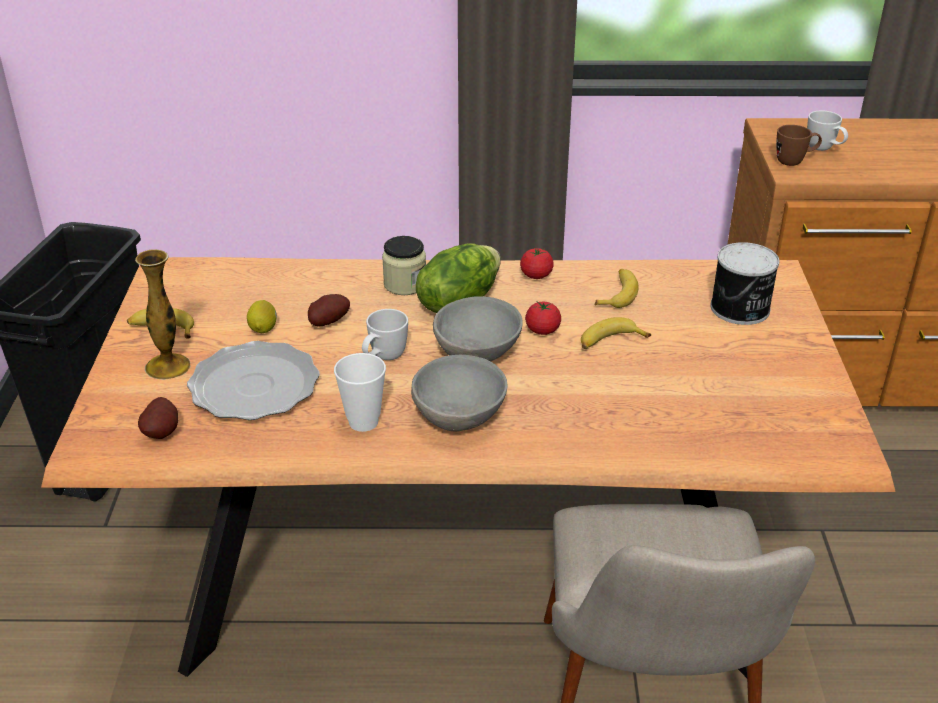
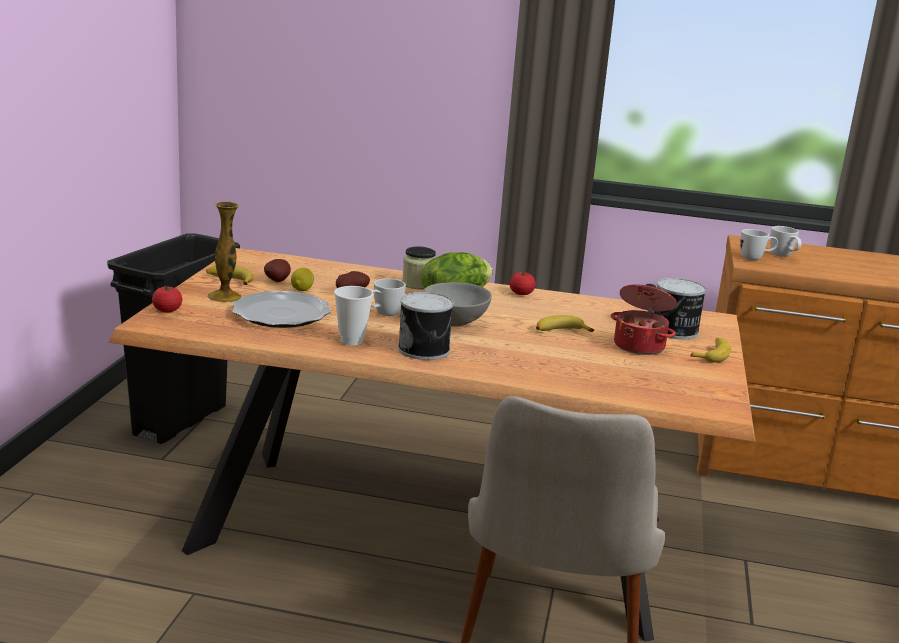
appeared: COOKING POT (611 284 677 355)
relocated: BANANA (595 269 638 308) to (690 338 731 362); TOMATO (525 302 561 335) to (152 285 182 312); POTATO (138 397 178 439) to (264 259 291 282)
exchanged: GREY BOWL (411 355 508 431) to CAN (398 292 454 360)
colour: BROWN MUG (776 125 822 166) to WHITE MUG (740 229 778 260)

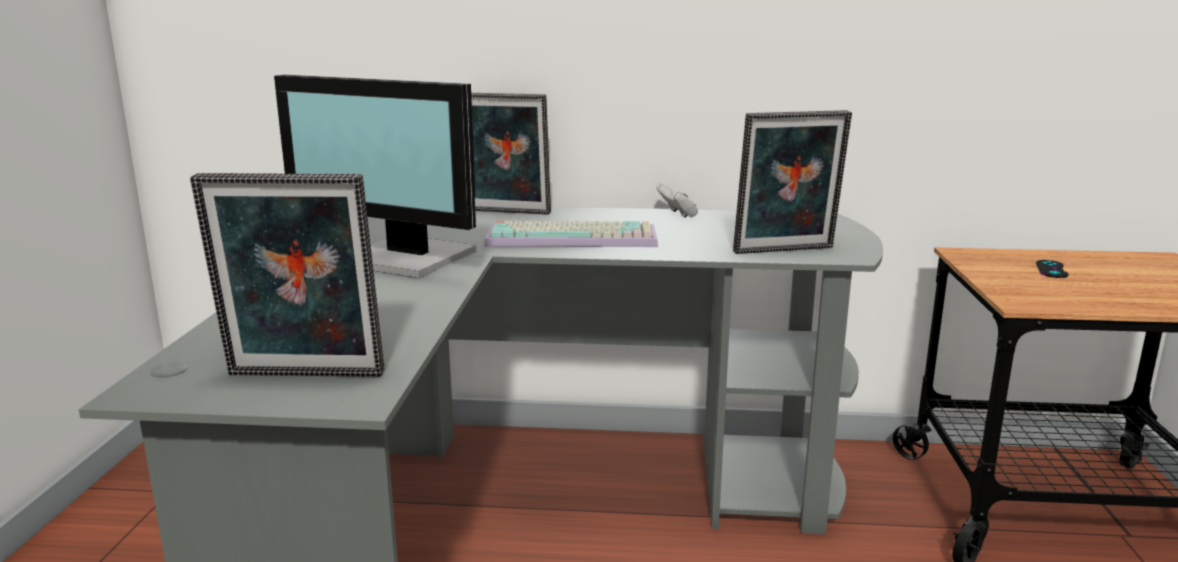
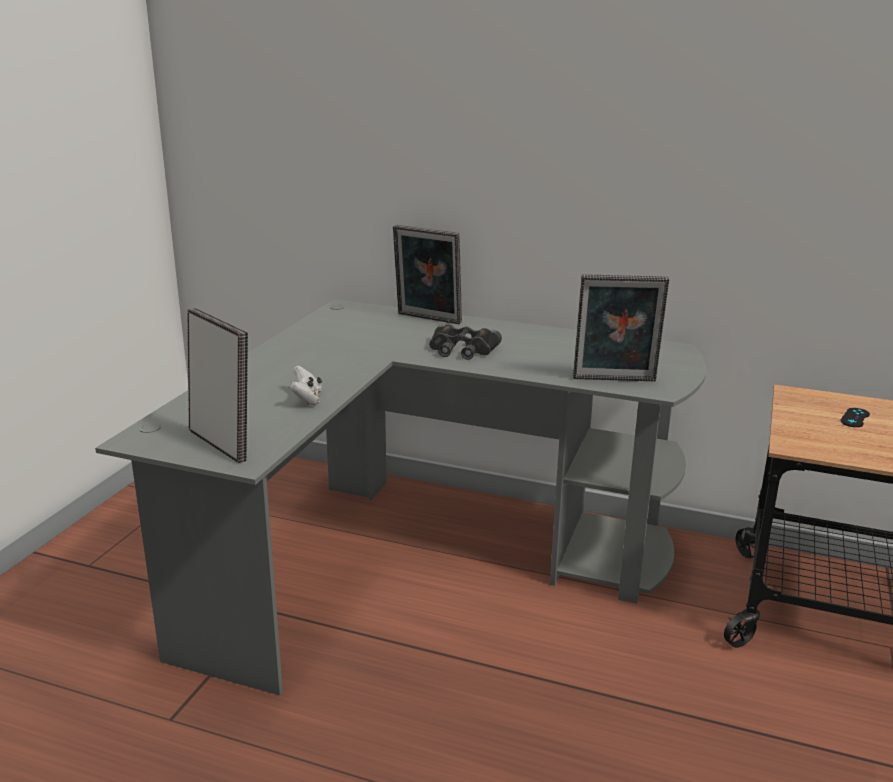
missing: MONITOR (274 75 476 278)
relocated: WHITE GAME CONTROLLER (656 183 698 218) to (289 365 322 405)
exchanged: KEYBOARD (484 221 658 247) to BLACK BINOCULARS (429 324 502 360)
spun: PICTURE FRAME (190 173 384 377) = (187 308 248 463) 150 degrees counterclockwise

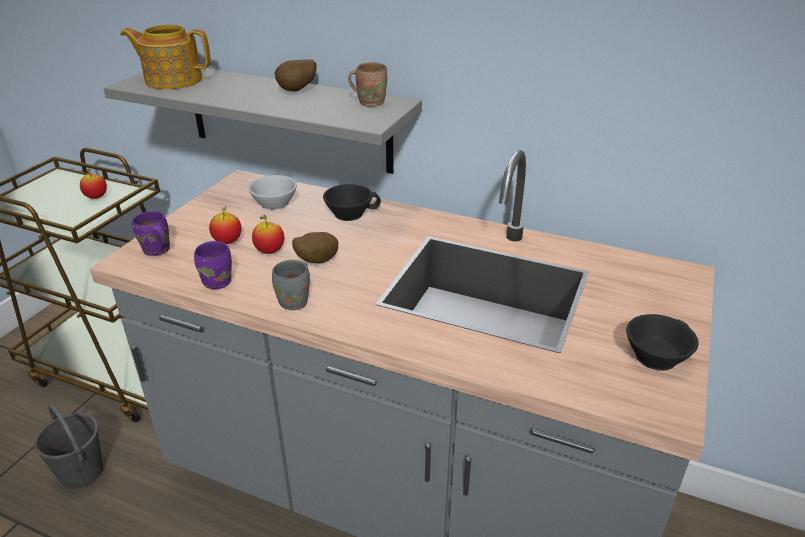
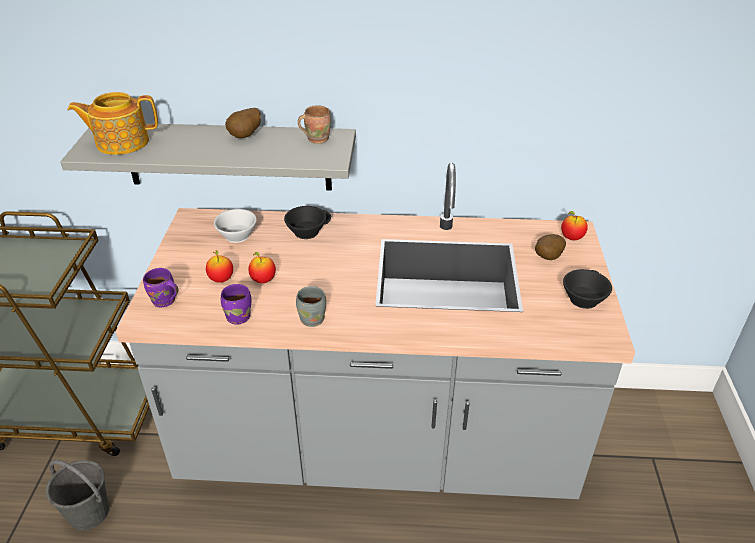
relocated: APPLE (80 169 107 199) to (561 211 588 240); POTATO (292 232 338 263) to (535 234 566 260)

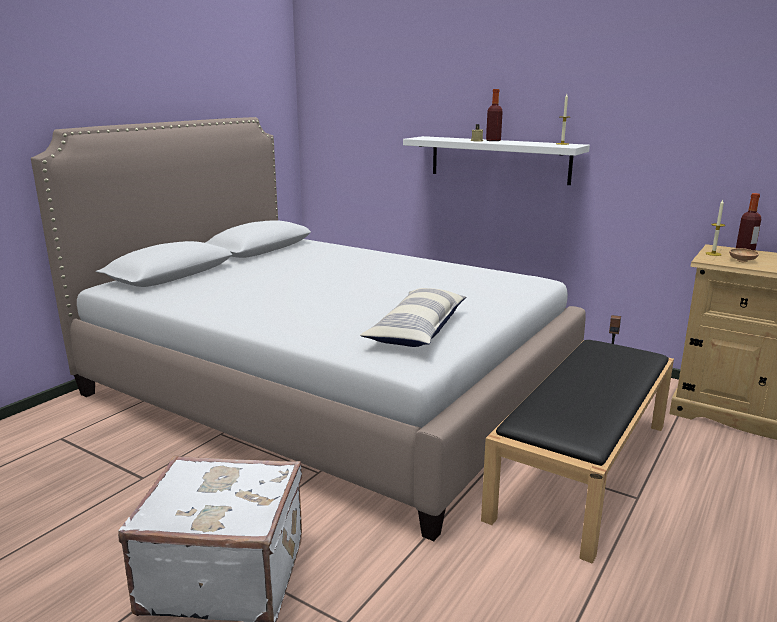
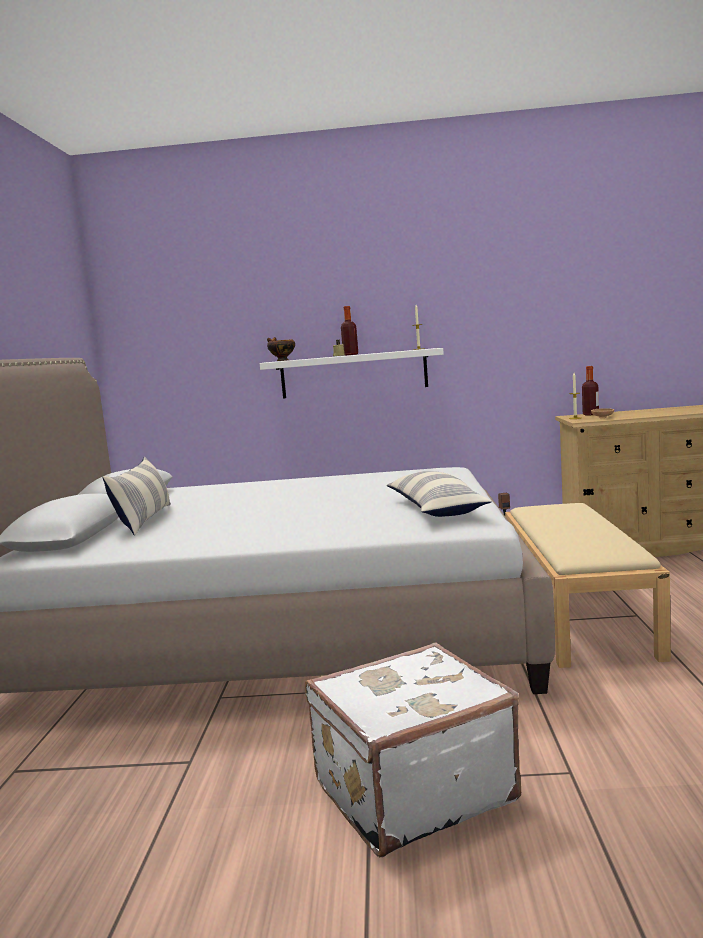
appeared: BOWL (267 337 295 361); PILLOW (102 457 171 536)
colour: BLACK BENCH (481 340 674 564) to BEIGE BENCH (505 503 671 668)

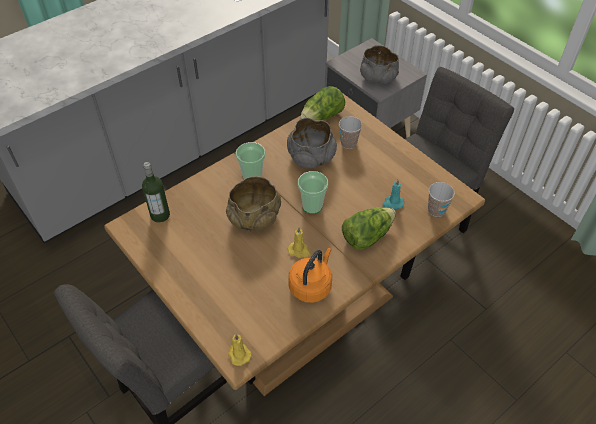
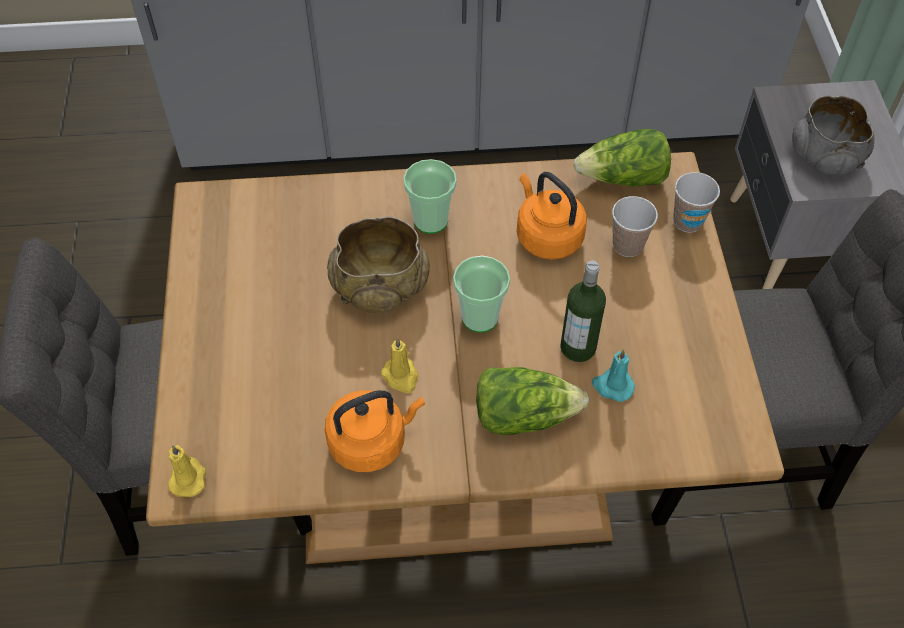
relocated: BOTTLE (142 162 170 223) to (561 260 606 362); CUP (428 182 455 217) to (673 172 720 233)
exchanged: GREY BOWL (287 118 337 168) to ORANGE KETTLE (517 172 587 259)

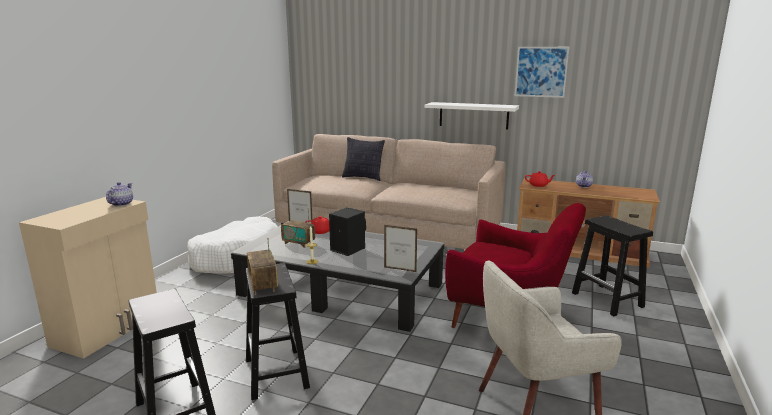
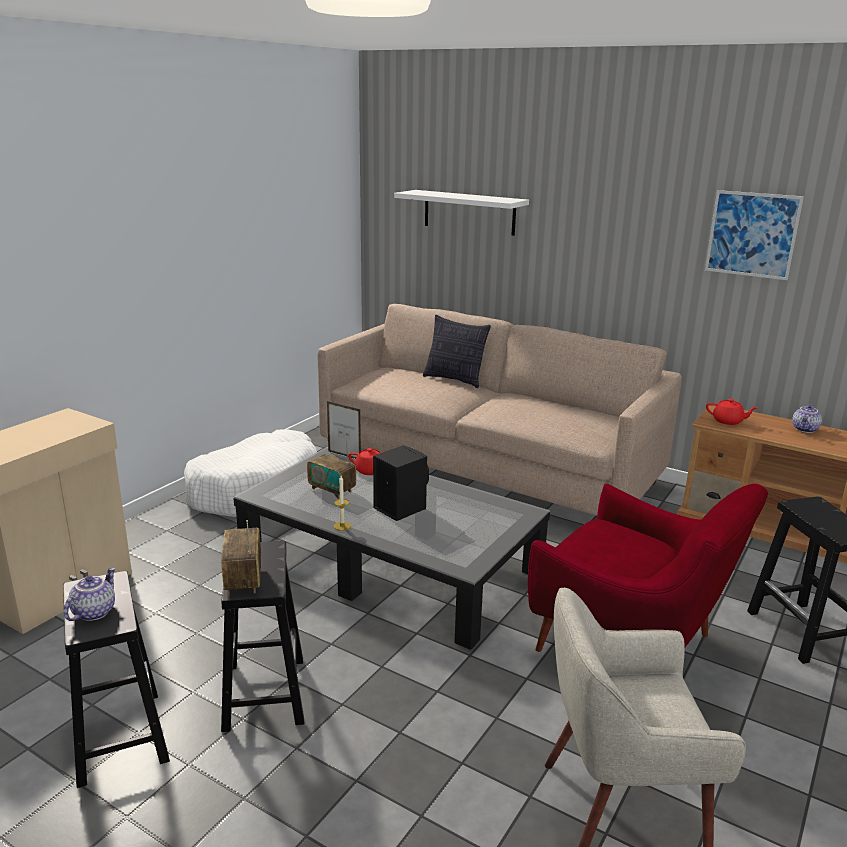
missing: PICTURE FRAME (384 225 417 272)
relocated: WHITE SHELF (424 102 519 130) to (394 190 529 236); TEAPOT (106 182 133 206) to (64 568 116 621)

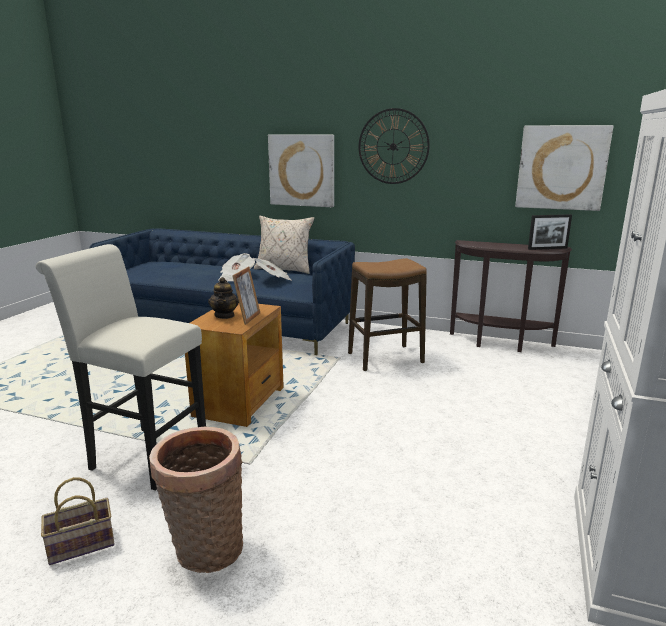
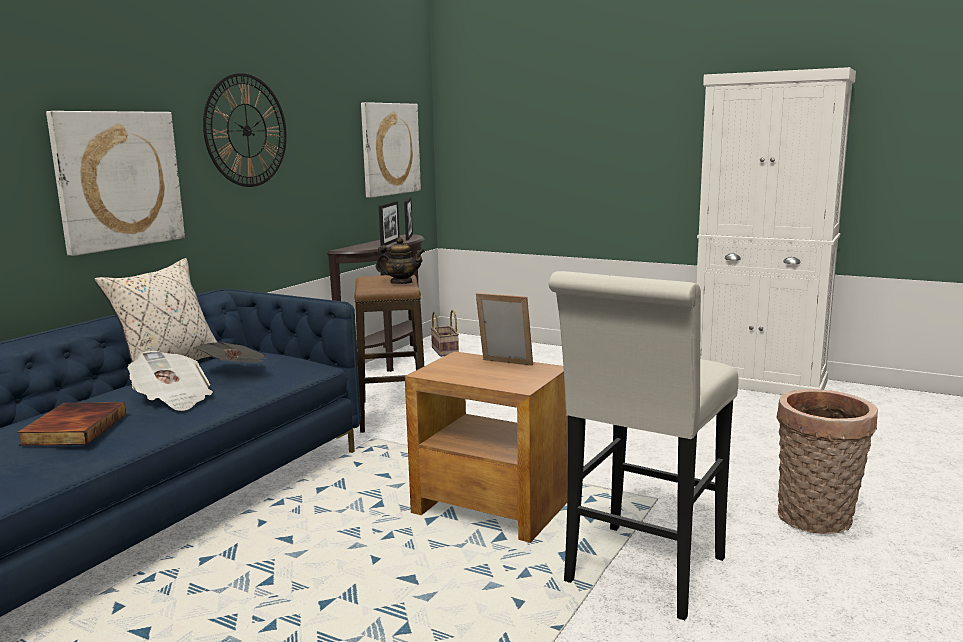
appeared: PICTURE FRAME (379 201 400 246); BOOK (17 402 126 446)
relocated: TEAPOT (208 277 239 319) to (375 237 425 284); BASKET (41 477 115 565) to (431 310 459 357)

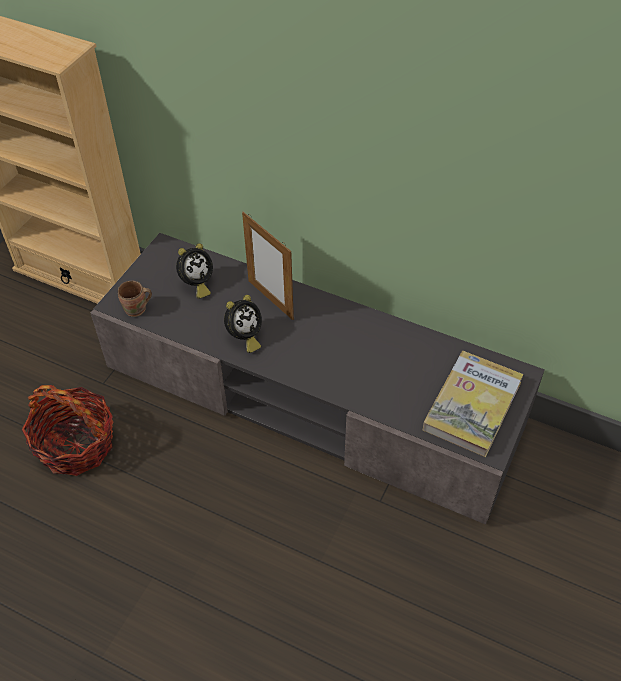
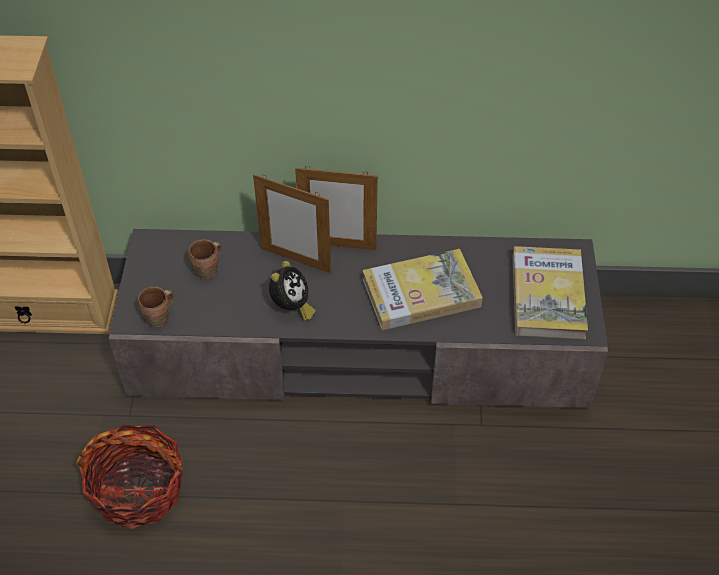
appeared: PICTURE FRAME (295 166 378 250); BOOK (362 249 483 330)
exchanged: ALARM CLOCK (176 243 213 299) to BROWN MUG (188 239 222 279)

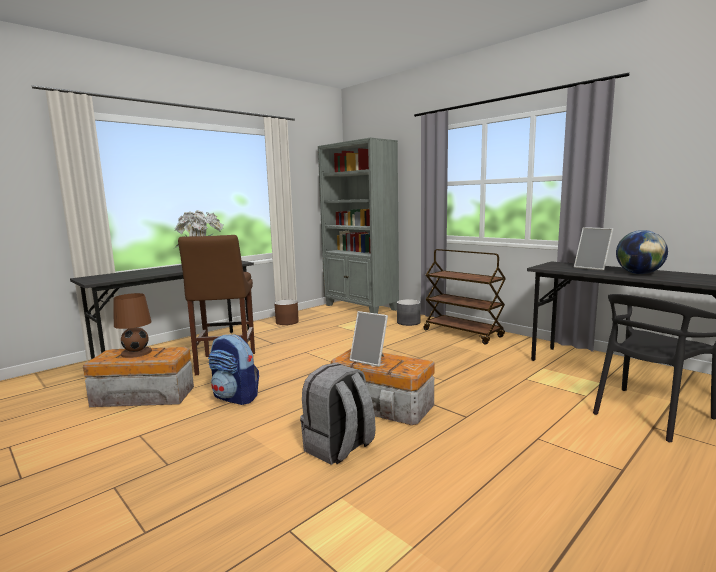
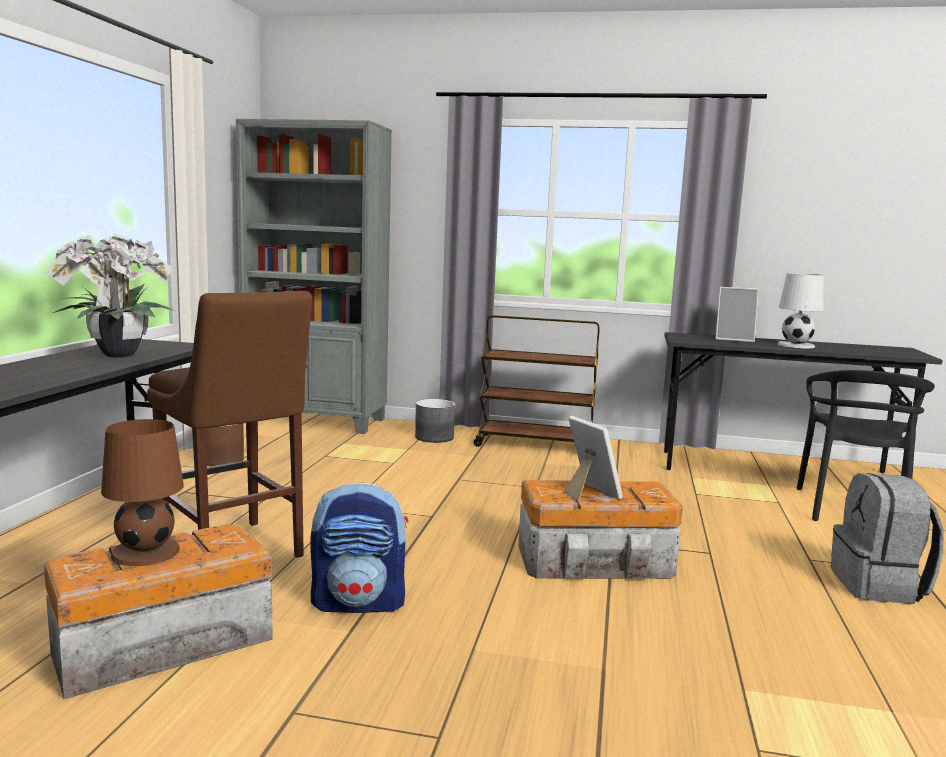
relocated: GREY BACKPACK (300 363 376 465) to (831 473 944 604)
exchanged: GLOBE (616 230 668 274) to WHITE TABLE LAMP (778 273 824 348)
spun: PICTURE FRAME (349 311 388 367) = (563 416 623 501) 120 degrees counterclockwise

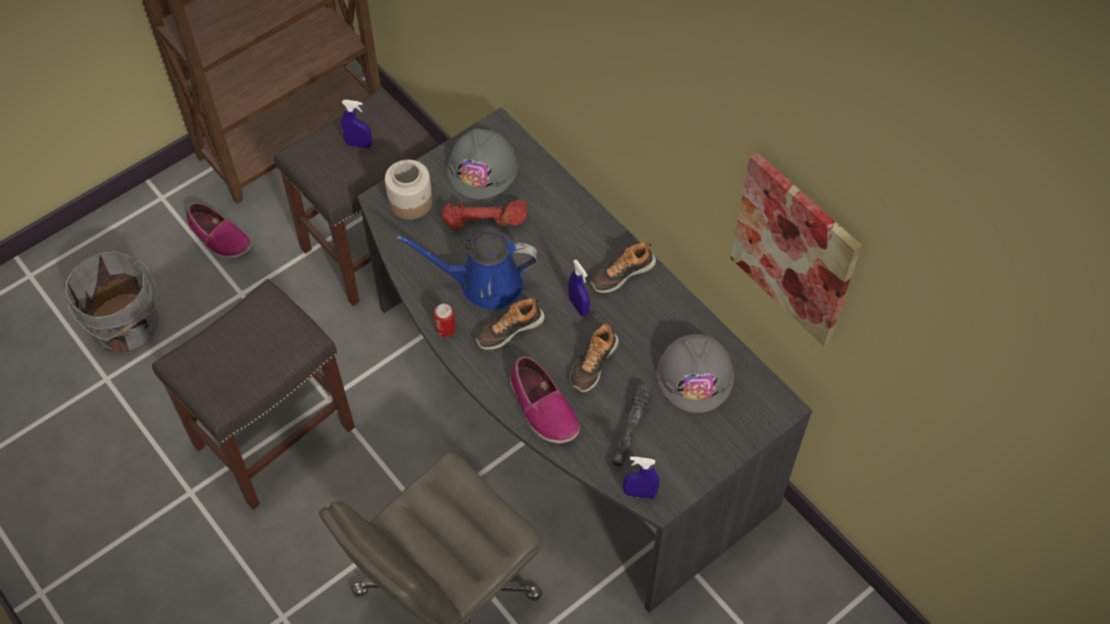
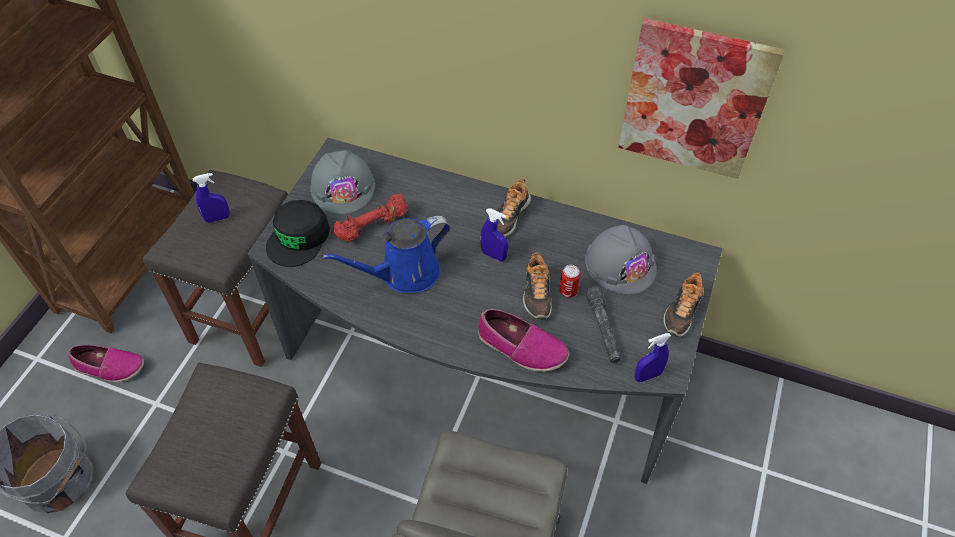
relocated: SHOE (475 298 545 350) to (663 272 704 336); CAN (434 304 456 337) to (559 265 581 297)
exchanged: JAR (385 160 433 220) to BLACK CAP (266 200 330 267)

